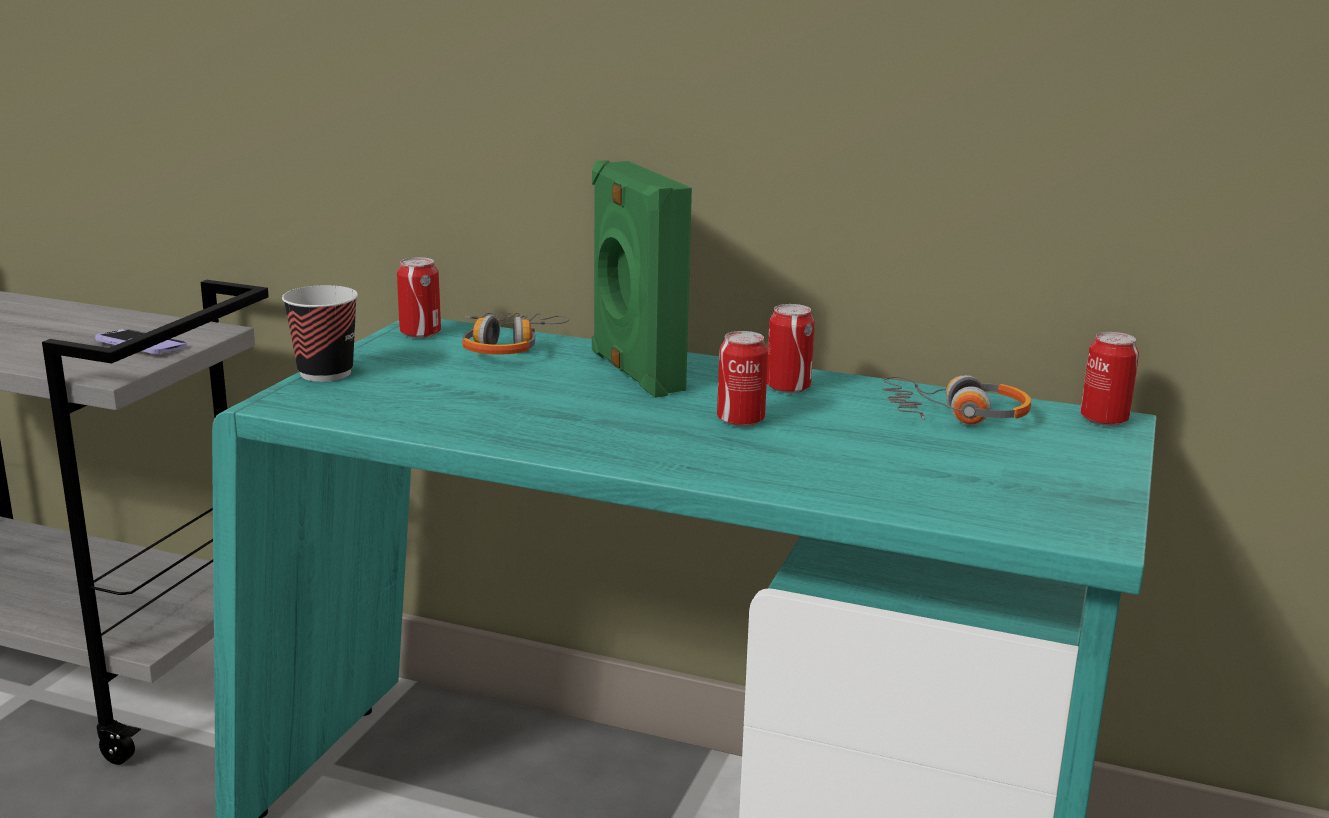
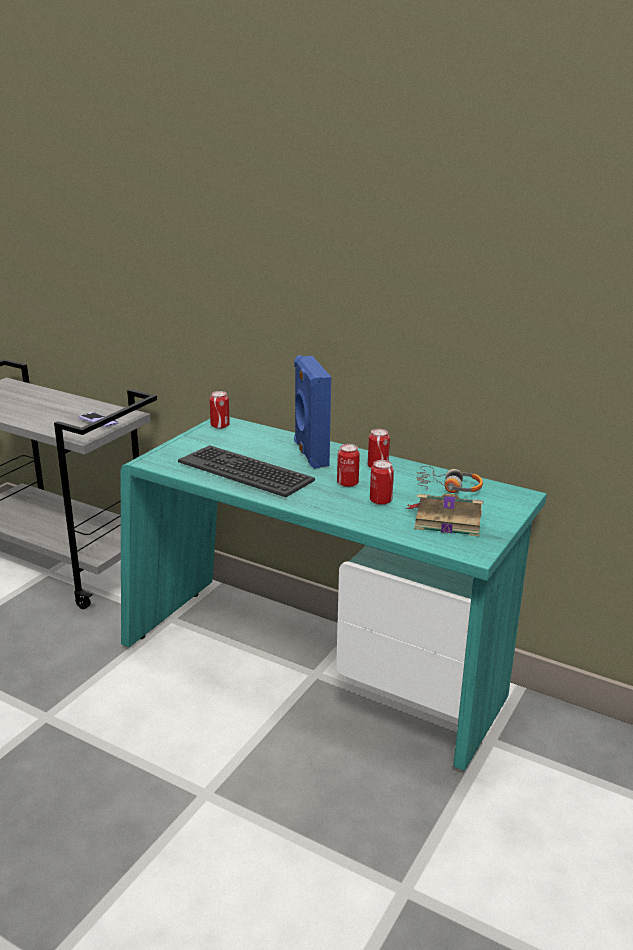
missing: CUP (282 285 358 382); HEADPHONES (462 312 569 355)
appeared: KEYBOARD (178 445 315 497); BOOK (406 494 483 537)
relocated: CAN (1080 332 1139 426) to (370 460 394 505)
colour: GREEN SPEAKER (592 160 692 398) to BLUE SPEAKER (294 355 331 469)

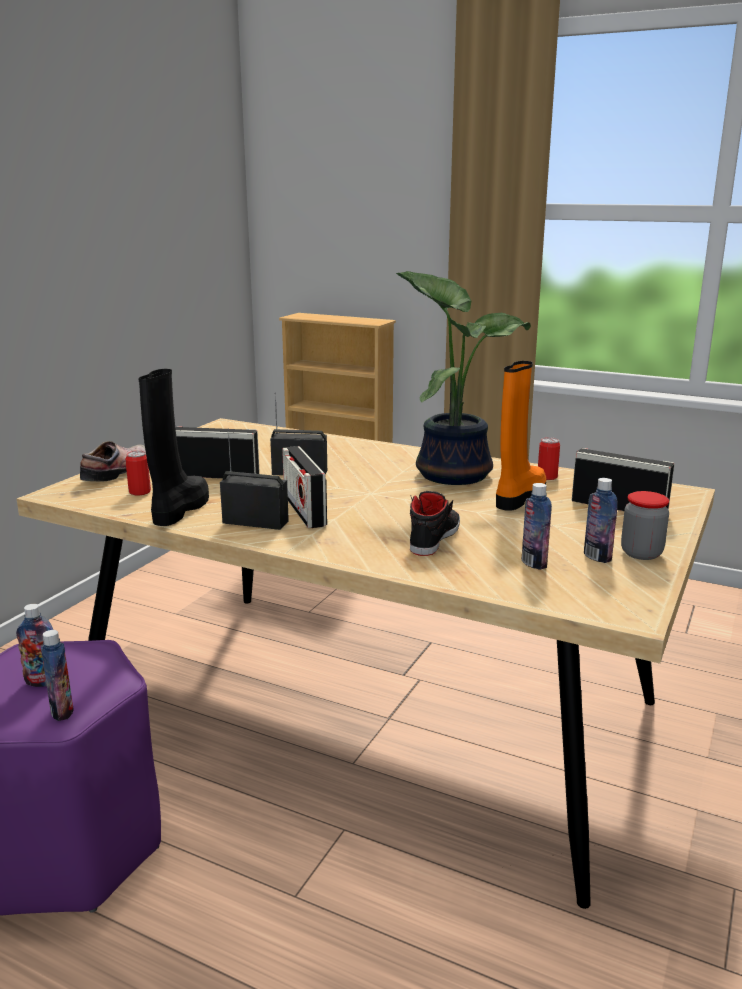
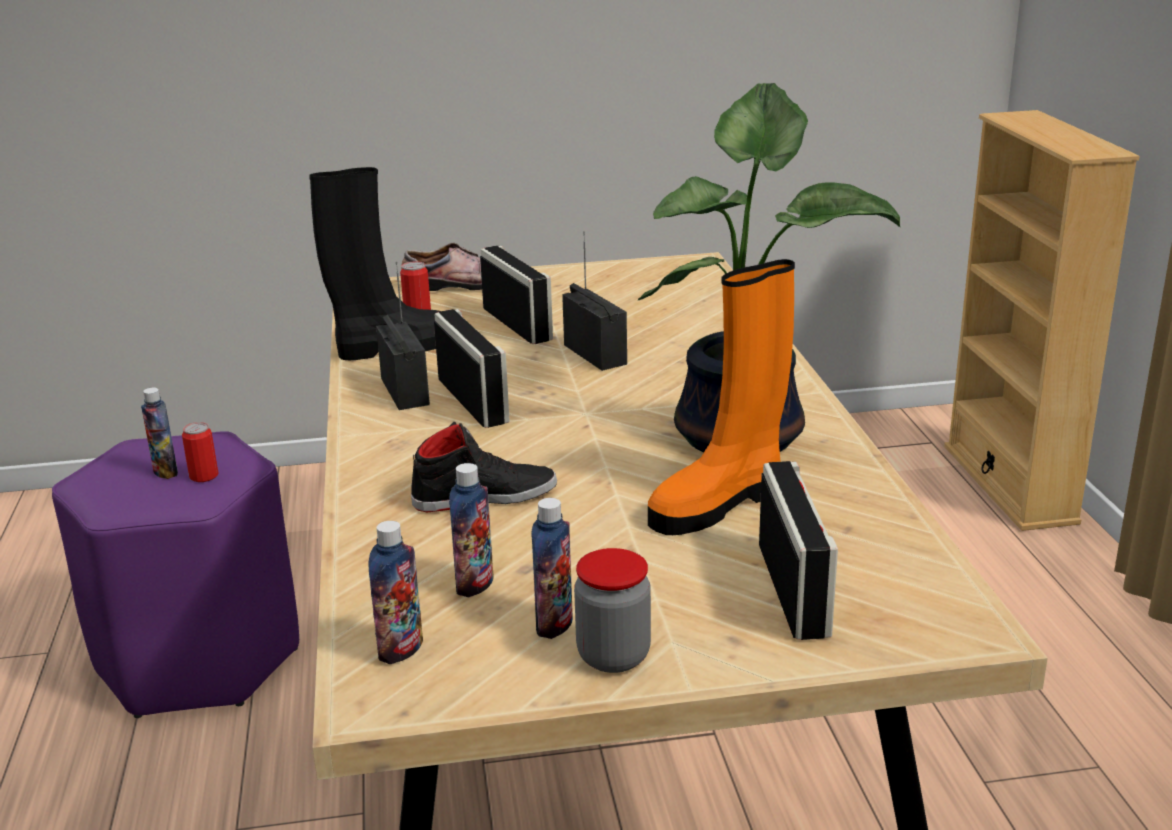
relocated: CAN (538 437 560 480) to (182 422 218 482); BOTTLE (41 630 73 721) to (368 521 423 664)
spun: ORANGE BOOT (496 361 546 511) = (648 259 795 535) 150 degrees clockwise; RADIO (282 446 327 528) = (434 309 510 428) 120 degrees clockwise

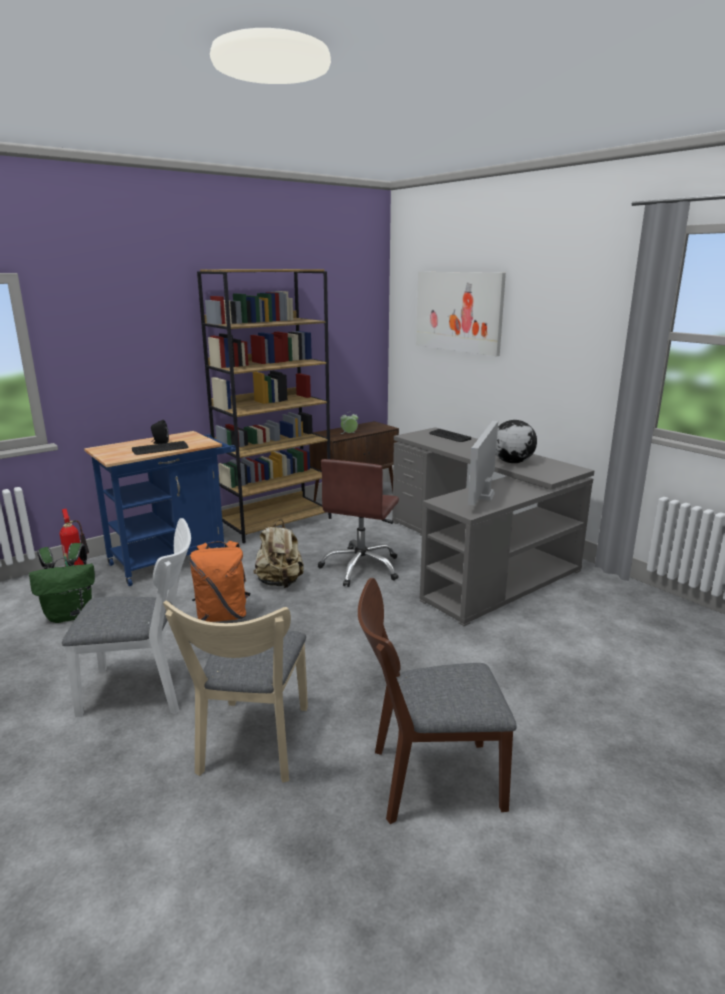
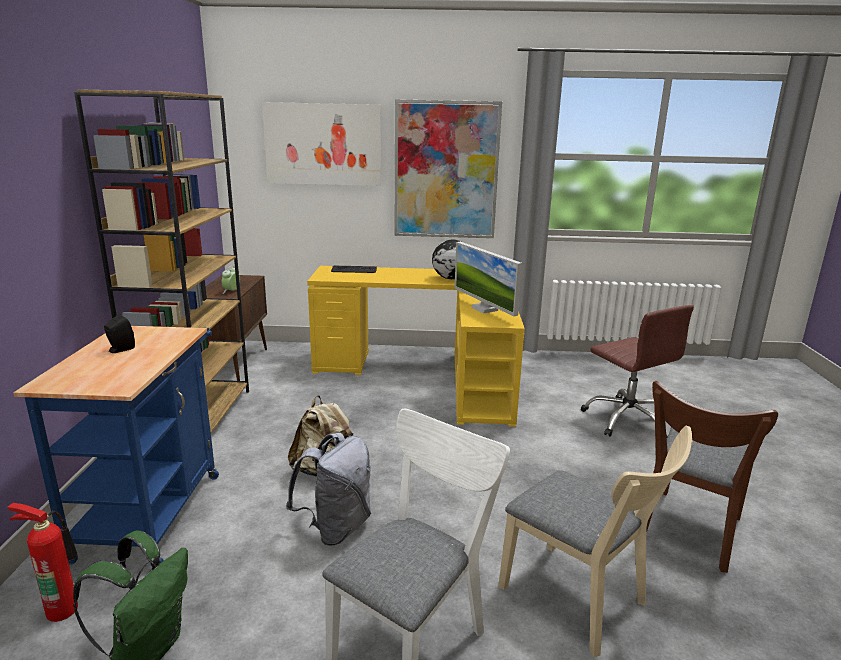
missing: KEYBOARD (132 441 188 455)
appeared: PICTURE (394 99 502 238)
relocated: BROWN OFFICE CHAIR (318 459 399 587) to (581 305 694 437)
colour: GREY DESK (392 427 594 626) to YELLOW DESK (307 266 525 427); ORANGE BACKPACK (190 541 251 622) to GREY BACKPACK (286 432 371 546)

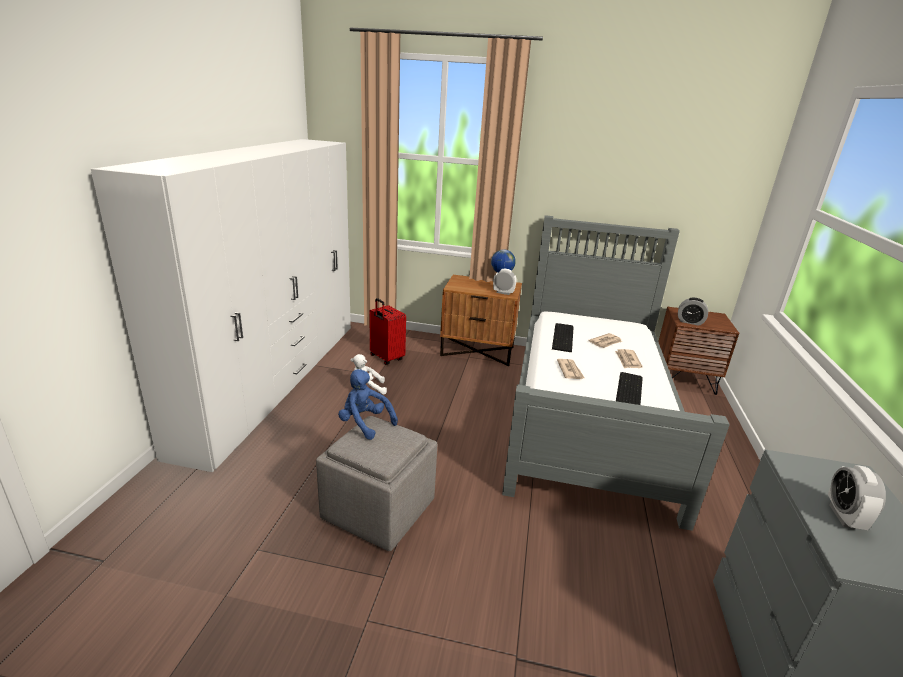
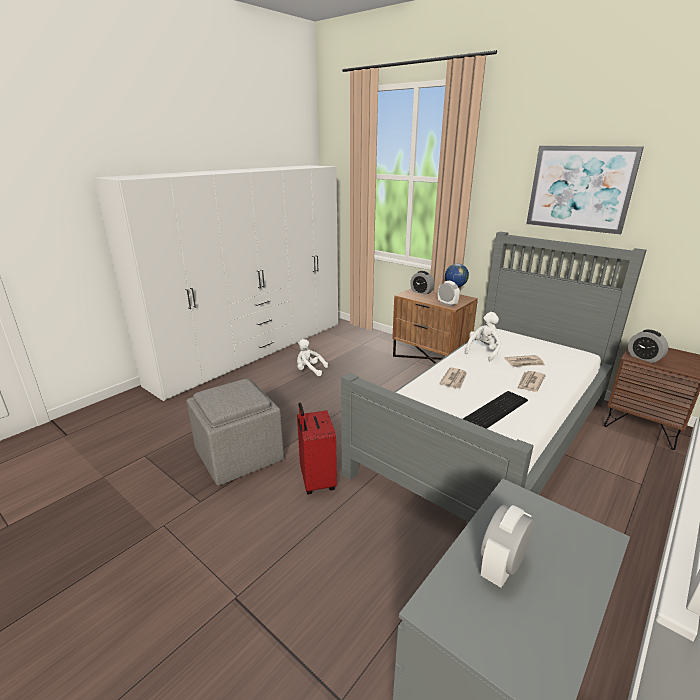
missing: BLUE PLUSH TOY (338 369 398 440)
appeared: PICTURE (526 146 644 235); ALARM CLOCK (410 271 434 295)
relocated: RED SUITCASE (369 298 406 365) to (297 403 337 494)
exchanged: KEYBOARD (552 323 574 352) to WHITE PLUSH TOY (465 312 501 361)

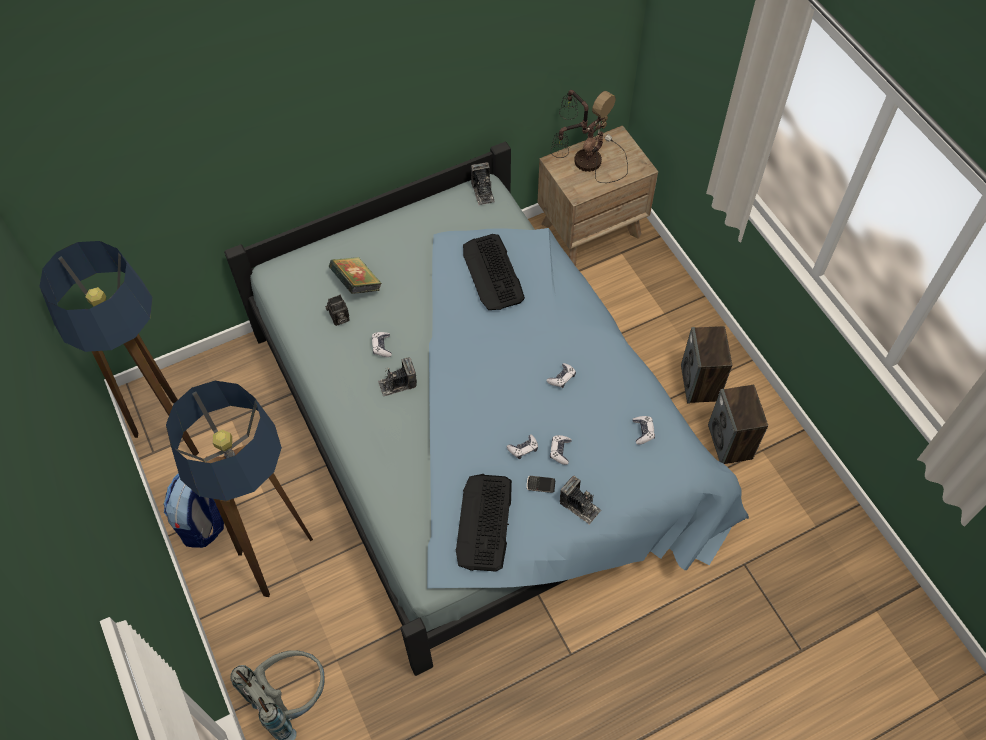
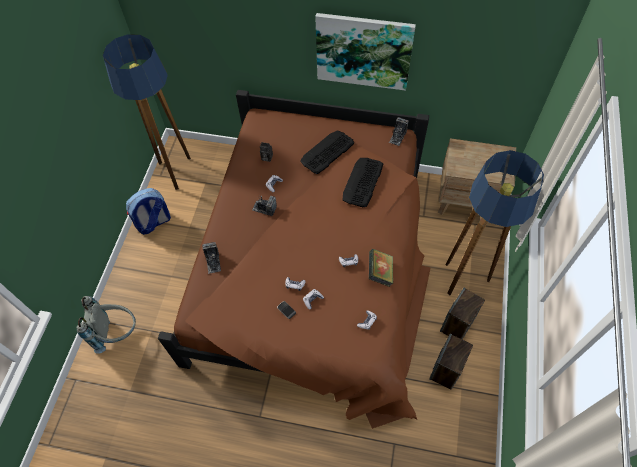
missing: TABLE LAMP (551 90 628 183)
appeared: PICTURE (315 13 416 91)
relocated: BOOK (329 257 382 294) to (369 249 393 287); FLOOR LAMP (166 381 313 597) to (446 150 544 295); KEYBOARD (456 474 512 572) to (300 130 354 174); PHOTO CAMERA (560 476 601 525) to (202 242 221 274)
colour: BLUE BED (224 142 749 676) to BROWN BED (158 90 431 429)

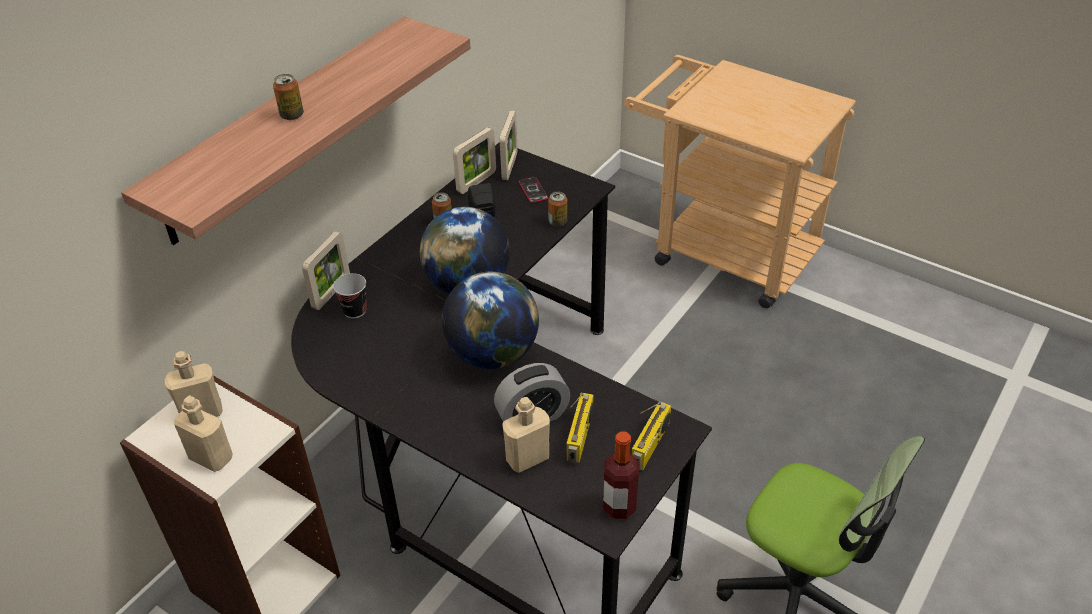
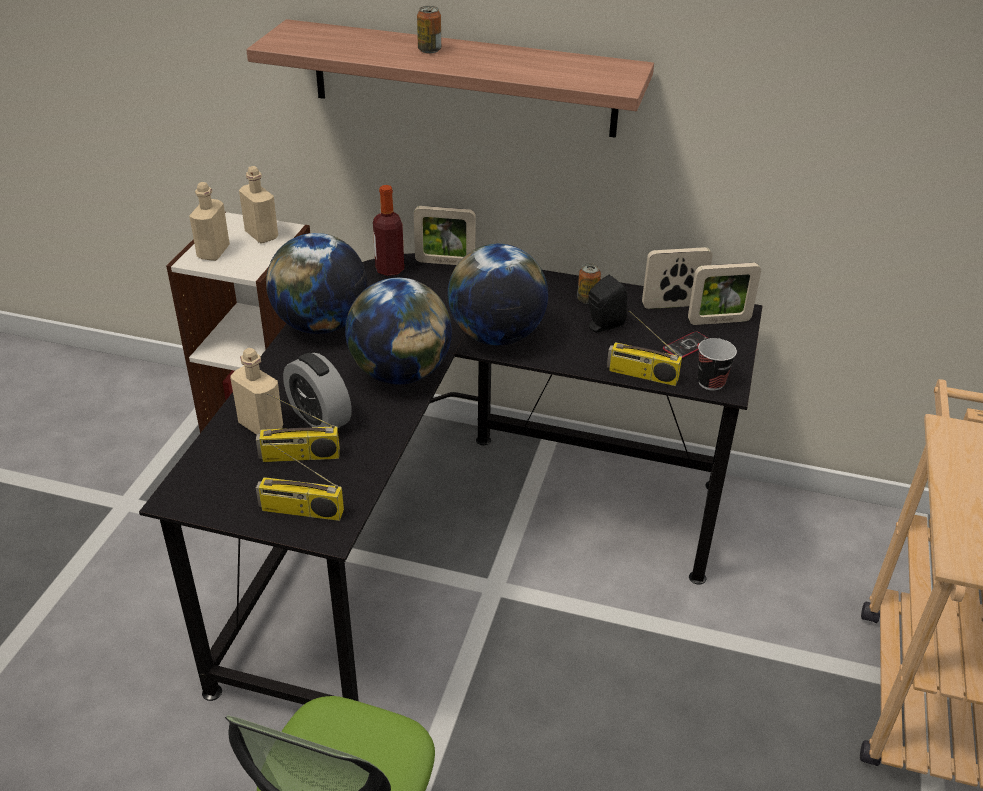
appeared: GLOBE (266 233 367 334)
relocated: CUP (333 273 367 319) to (698 338 737 391); BOTTLE (603 431 639 519) to (373 185 404 276)
exchanged: CAN (548 191 567 227) to RADIO (607 310 682 386)
spun: PICTURE FRAME (453 127 496 194) = (642 247 712 309) 150 degrees clockwise

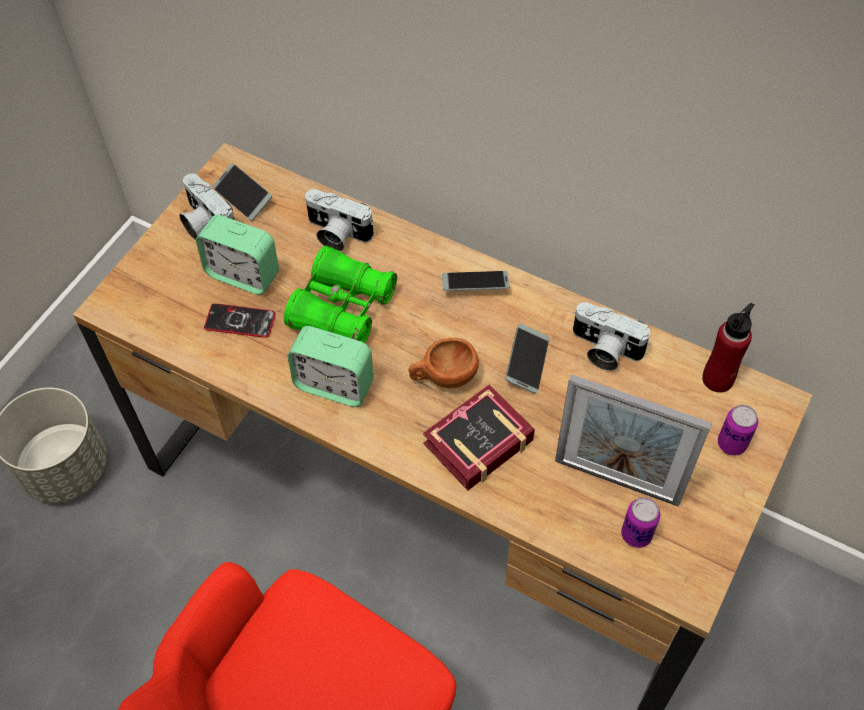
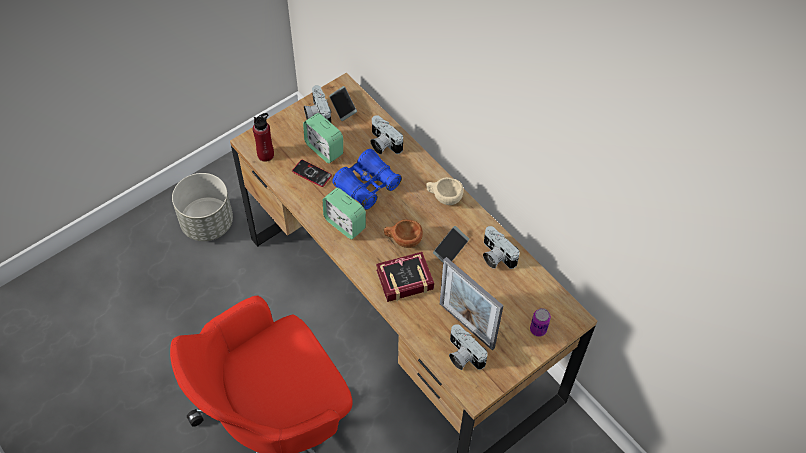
relocated: RED BOTTLE (702 303 755 393) to (253 113 274 162)
exchanged: PHONE (442 271 510 291) to BEIGE CUP (426 177 463 205); CAN (621 497 660 548) to PHOTO CAMERA (449 324 488 370)
colour: GREEN BINOCULARS (284 246 397 343) to BLUE BINOCULARS (332 149 402 210)

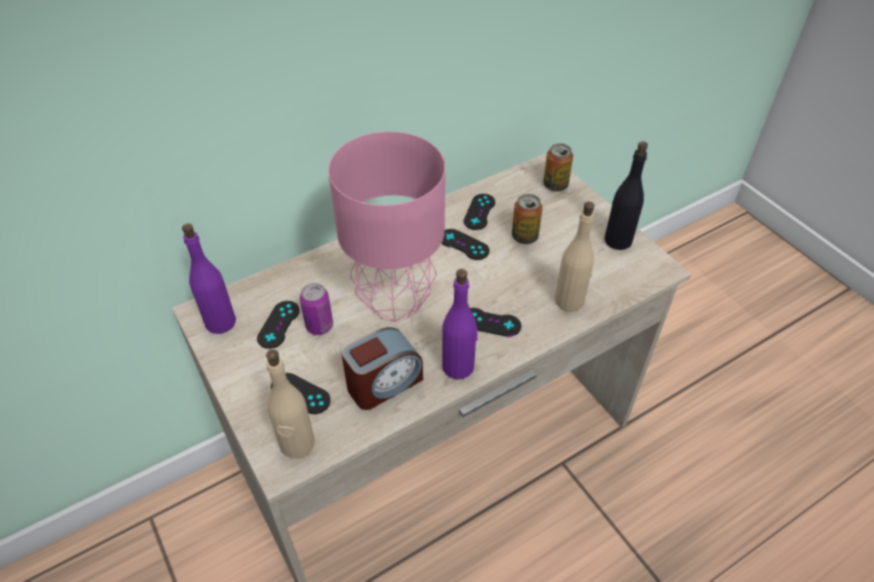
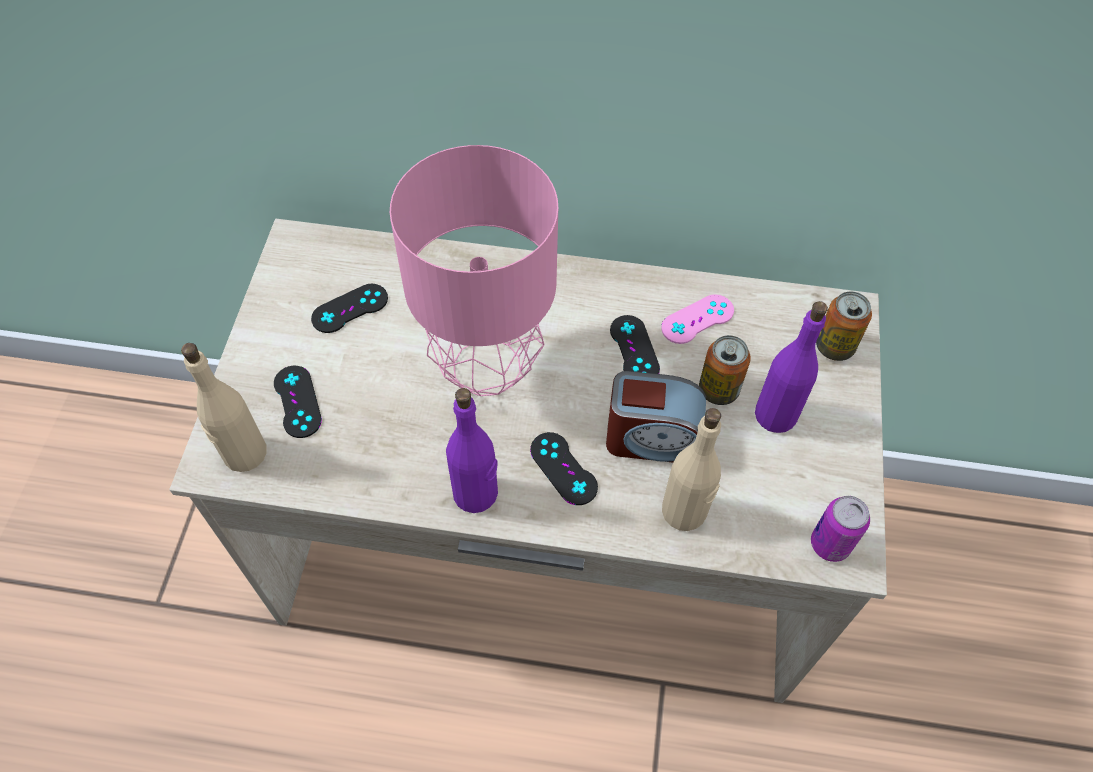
missing: BLACK BOTTLE (605 141 648 250)
relocated: PURPLE BOTTLE (182 223 236 334) to (755 301 828 433); CAN (300 283 333 335) to (811 496 870 562); ALARM CLOCK (341 327 423 410) to (606 371 706 462)
colour: BLACK GAME CONTROLLER (463 194 495 230) to PINK GAME CONTROLLER (661 294 734 344)

